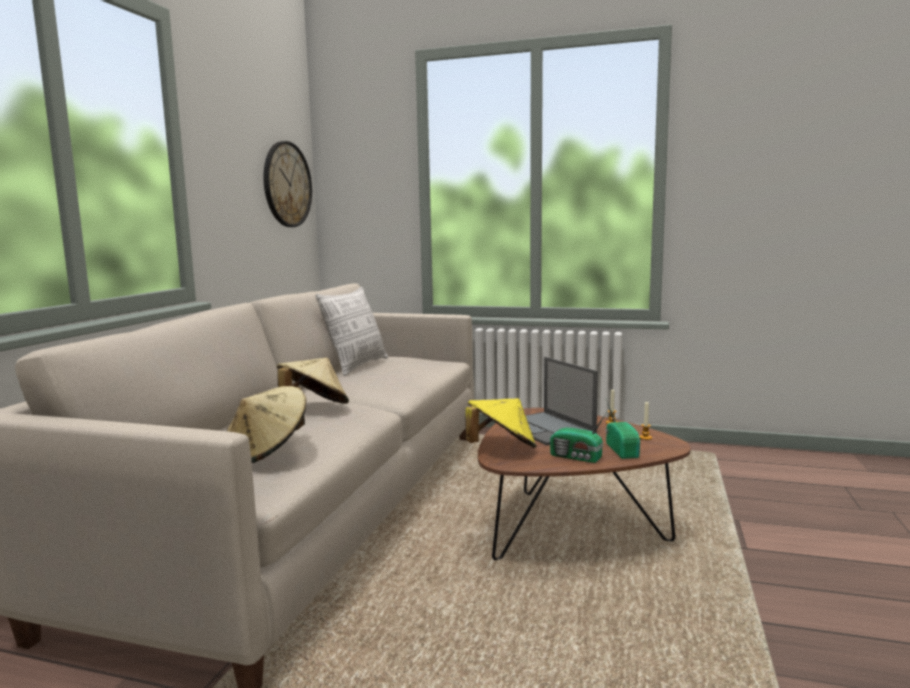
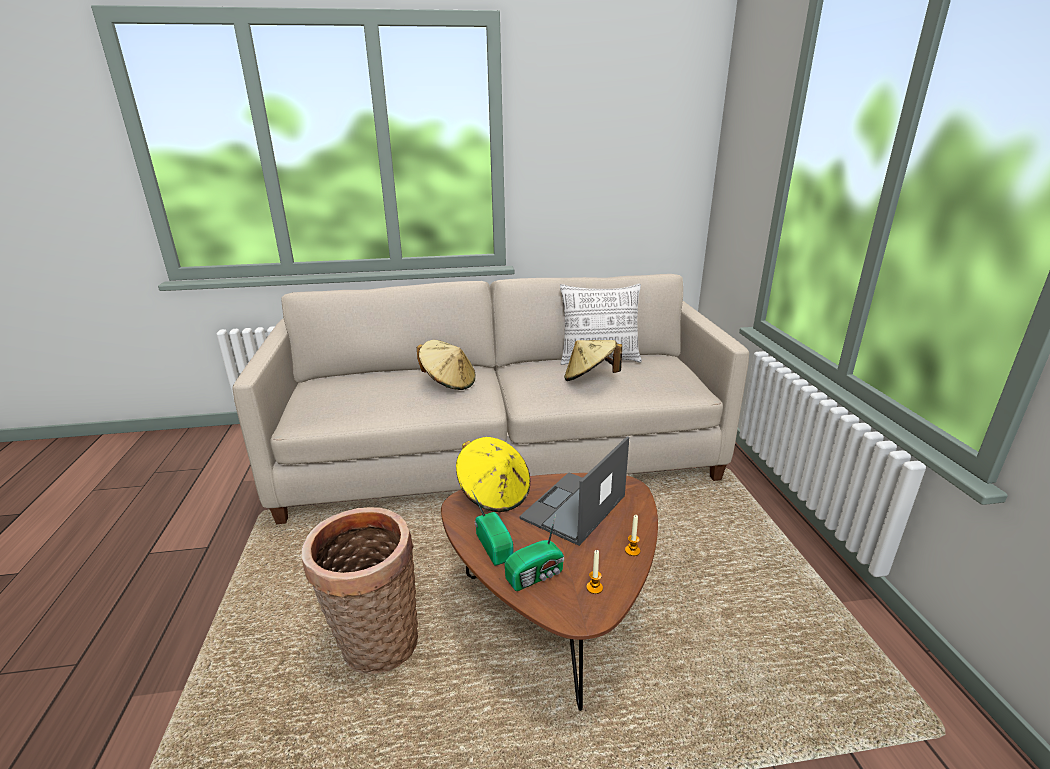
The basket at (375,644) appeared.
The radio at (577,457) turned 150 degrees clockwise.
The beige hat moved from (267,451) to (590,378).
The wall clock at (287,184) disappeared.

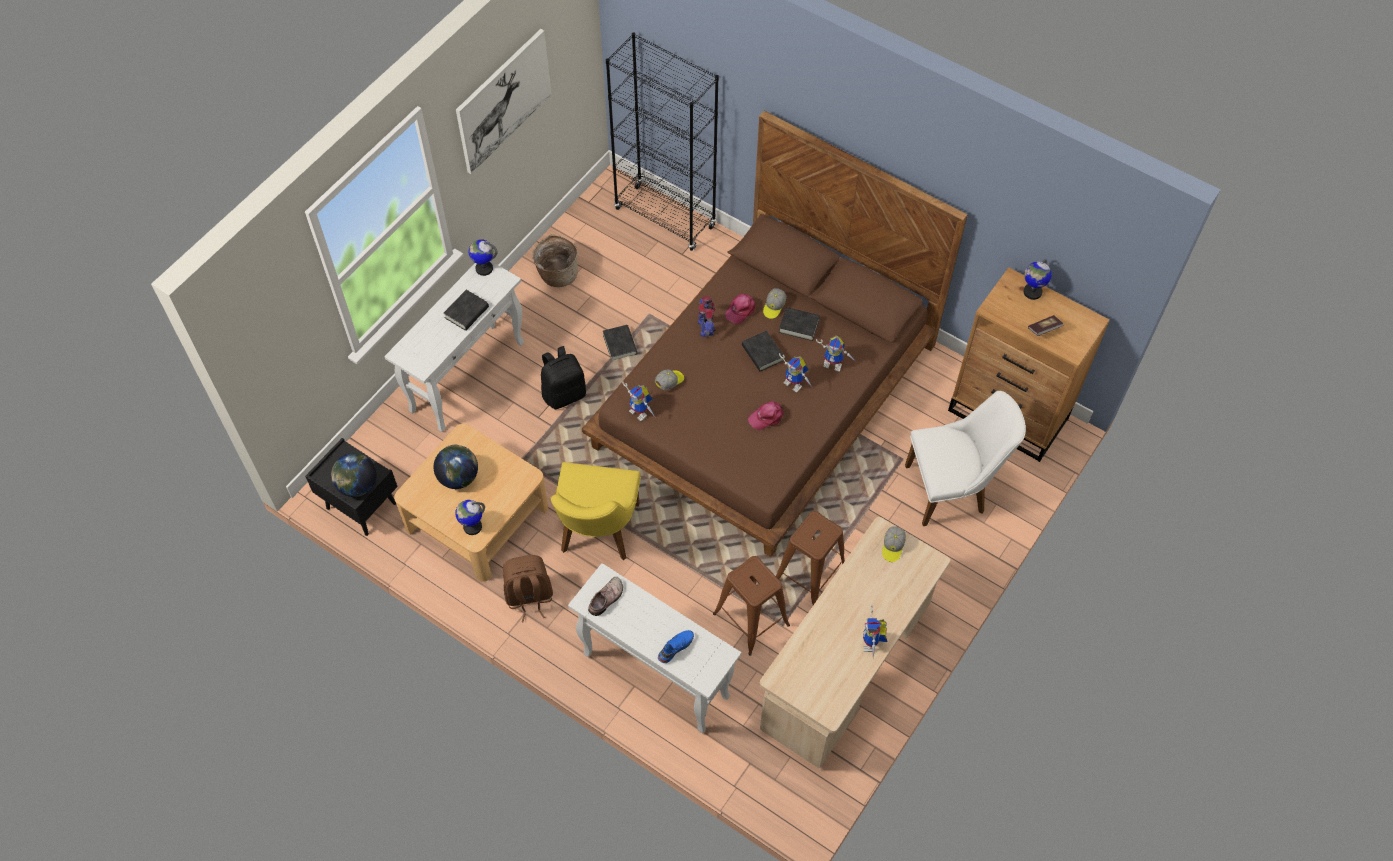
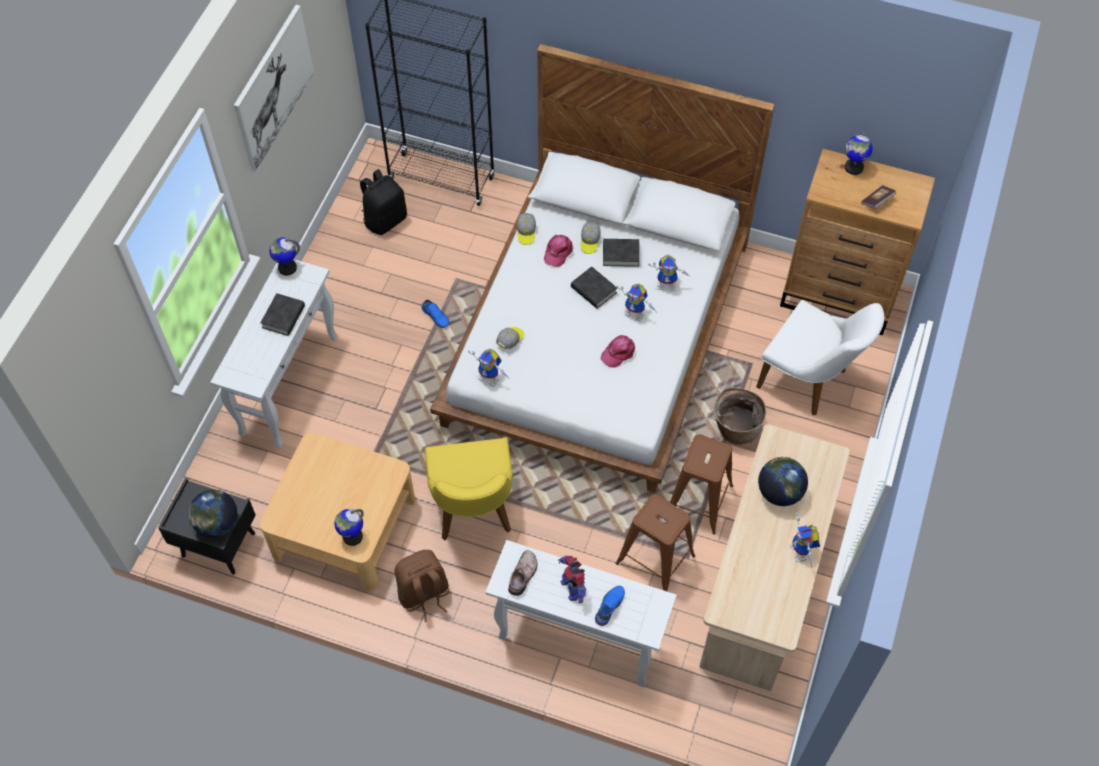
The black backpack moved from (564,393) to (385,219).
The black book at (620,345) was replaced by the blue shoe at (436,316).
The brown bed at (764,396) became the white bed at (597,333).
The cap moved from (892,546) to (526,232).
The toy robot moved from (706,327) to (573,587).
The basket moved from (557,274) to (735,428).
The white chair at (953,489) turned 60 degrees clockwise.
The globe moved from (458,478) to (779,492).

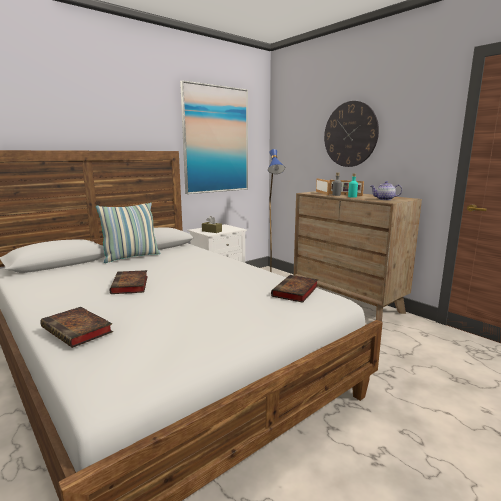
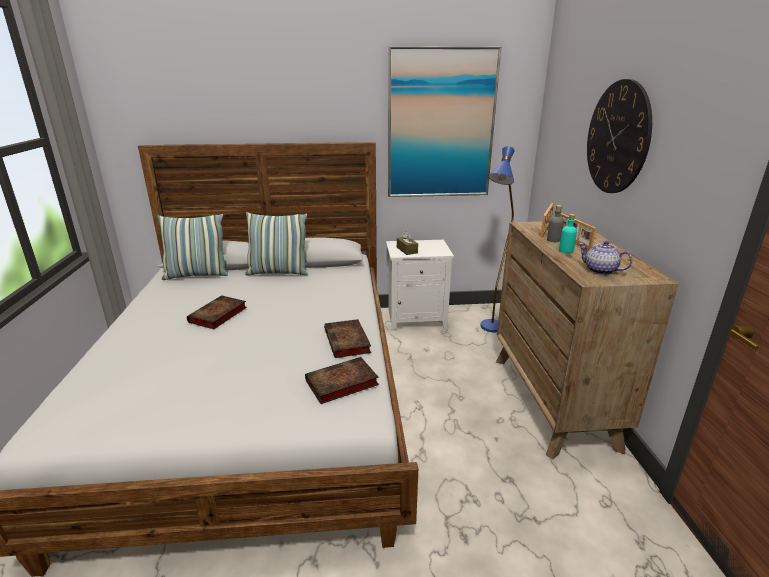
The pillow at (197,275) appeared.
The book moved from (78,330) to (348,342).

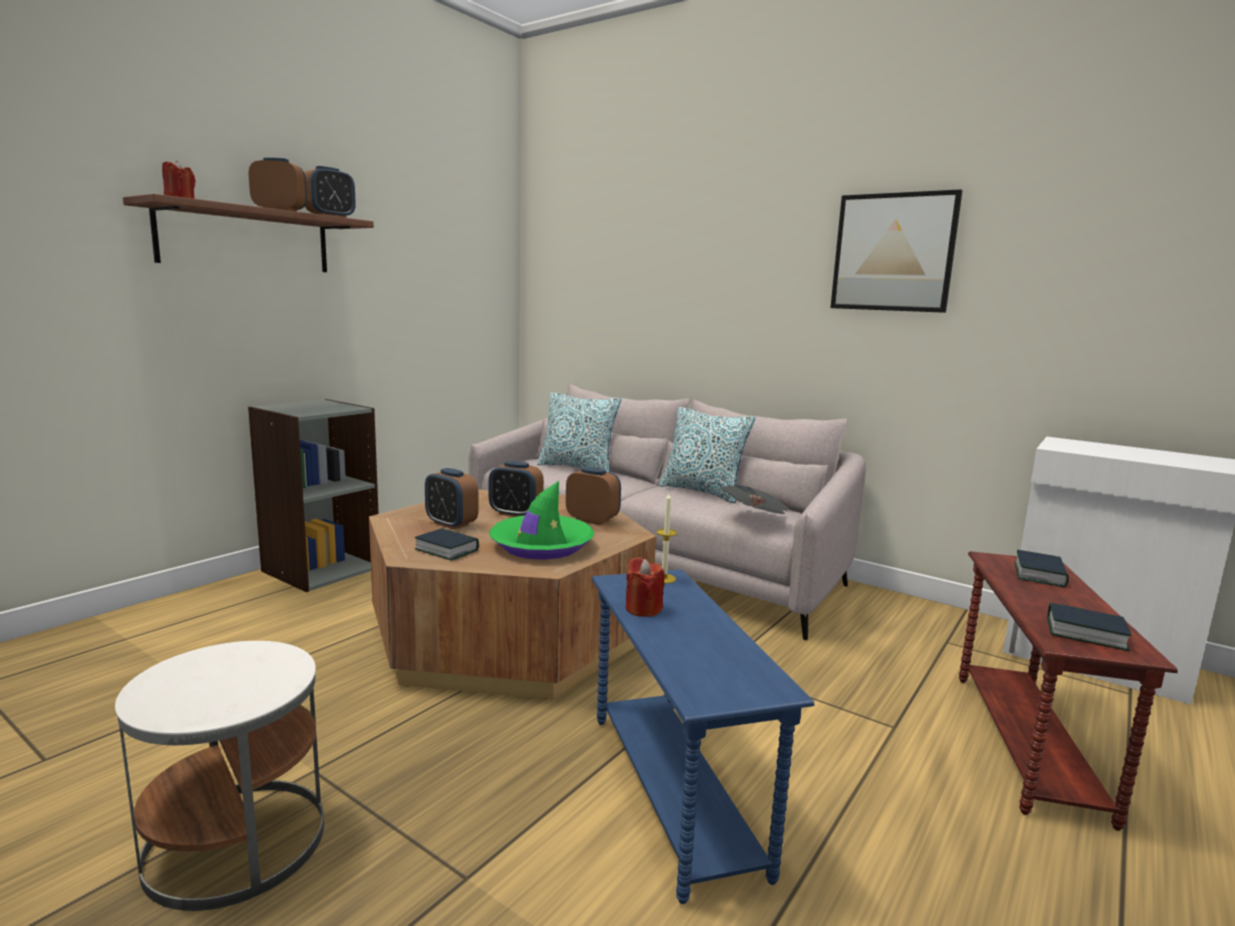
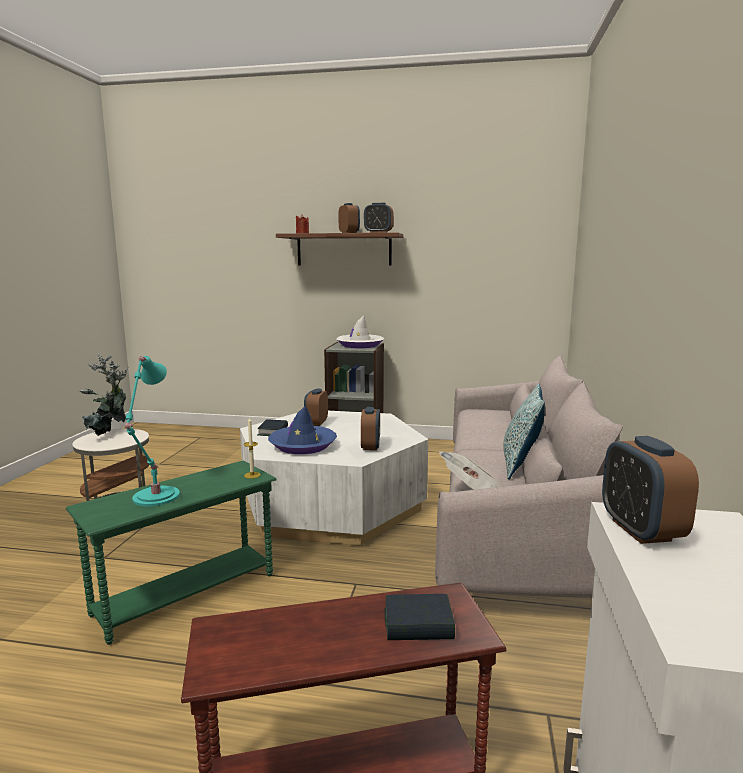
The blue side table at (672,792) became the green side table at (185,594).
The potted plant at (110,434) appeared.
The turquoise table lamp at (154,498) appeared.
The brown coffee table at (509,632) became the white coffee table at (332,504).
The green hat at (541,546) became the blue hat at (302,446).
The white hat at (360,345) appeared.
The alarm clock moved from (515,513) to (641,530).
The pillow at (577,467) disappeared.
The red candle at (643,609) disappeared.
The picture at (893,252) disappeared.
The book at (1085,633) disappeared.

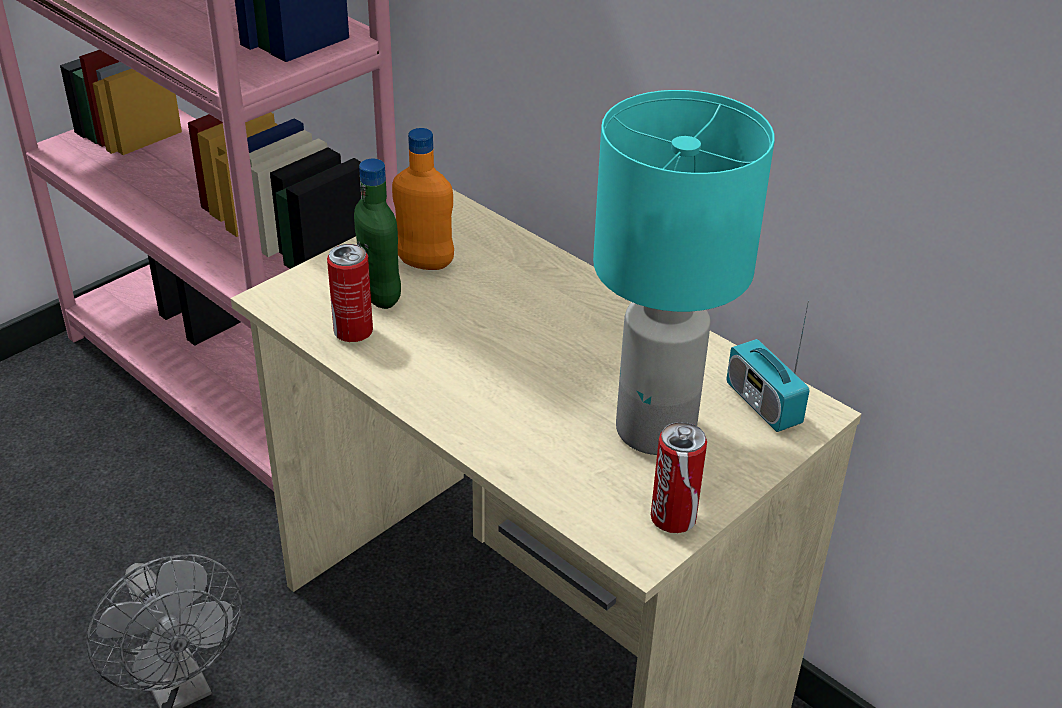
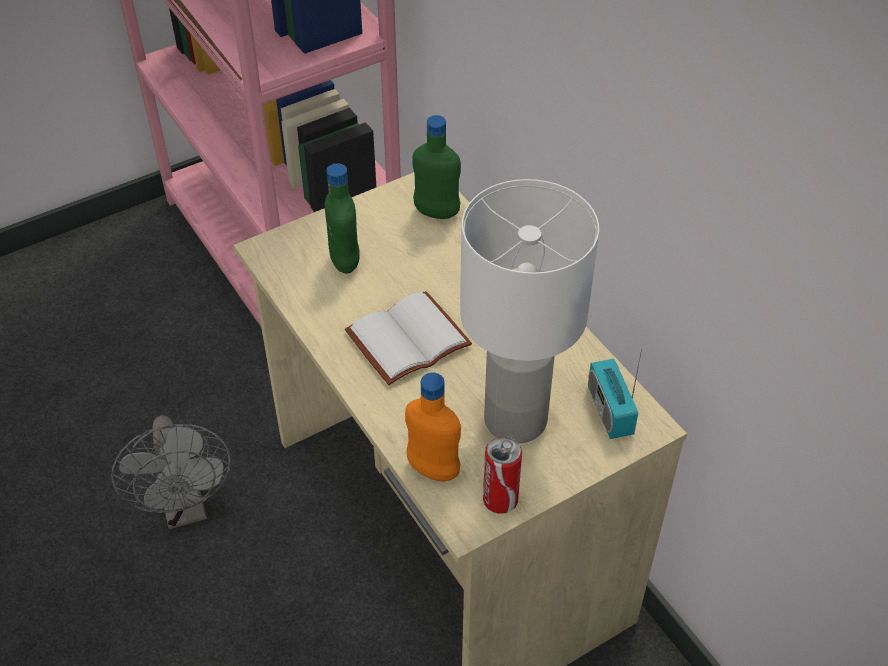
The white book at (408,337) appeared.
The orange bottle moved from (425,263) to (433,469).
The green bottle at (436,212) appeared.
The turquoise table lamp at (656,431) became the white table lamp at (515,421).
The can at (353,332) disappeared.

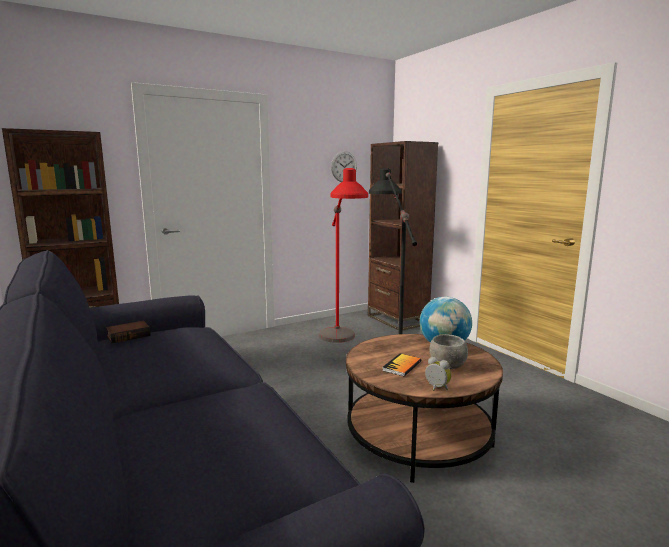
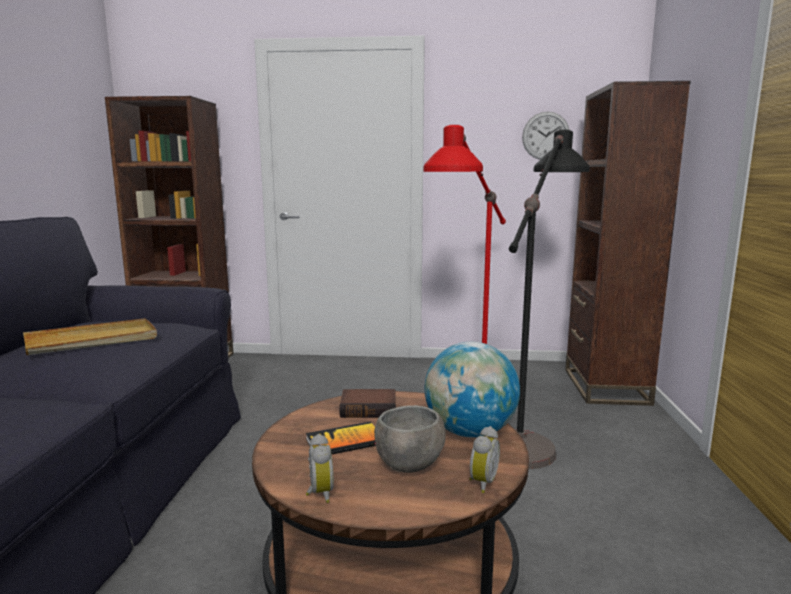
The beige tray at (92,341) appeared.
The book moved from (129,335) to (369,408).
The alarm clock at (481,482) appeared.

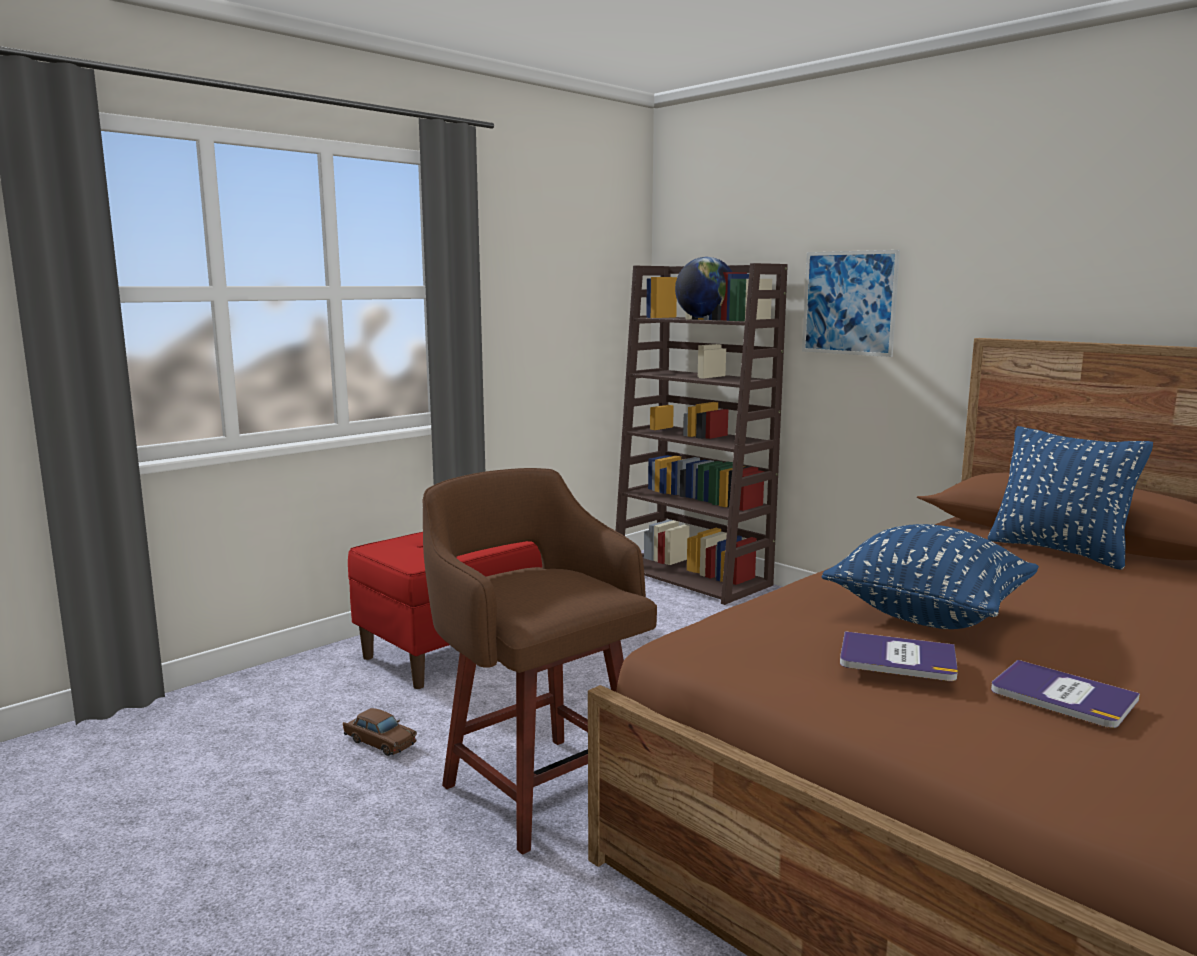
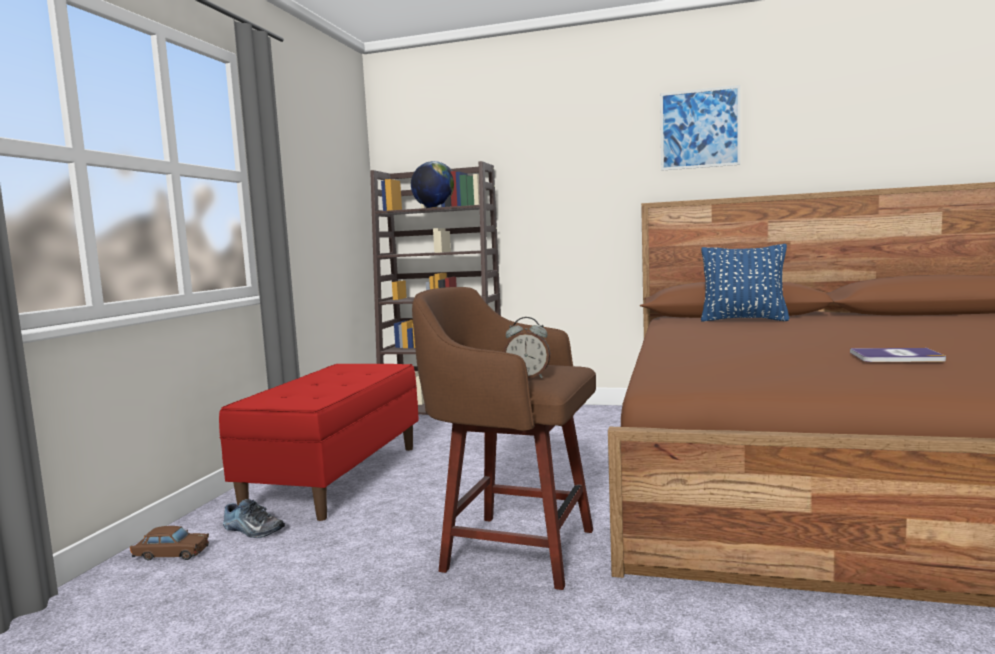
The brown toy car moved from (380,742) to (171,554).
The shoe at (252,530) appeared.
The alarm clock at (528,377) appeared.
The picture moved from (849,303) to (699,129).
The blue pillow at (928,615) disappeared.
The book at (897,658) disappeared.

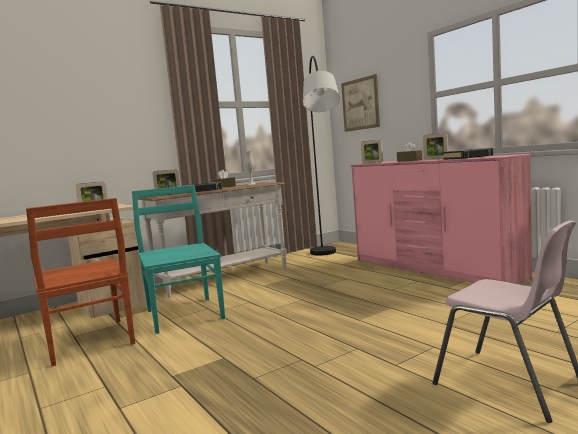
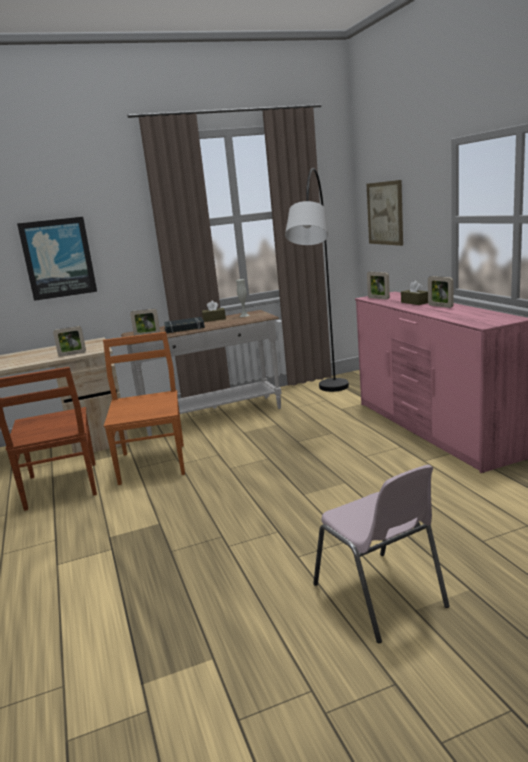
The picture at (58,258) appeared.
The turquoise chair at (184,313) became the orange chair at (153,462).
The black book at (468,157) disappeared.

